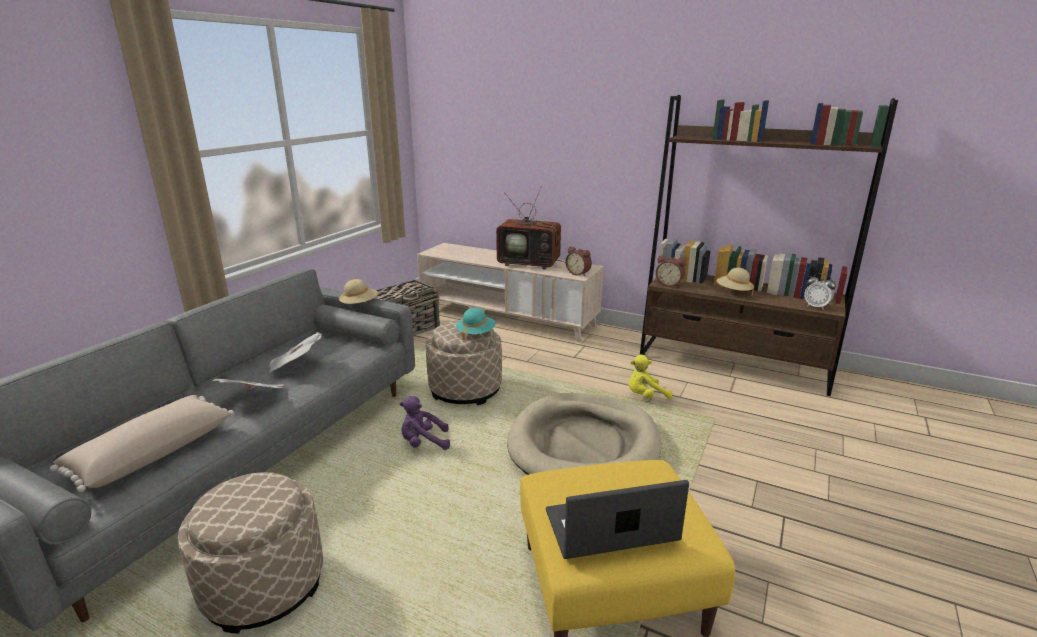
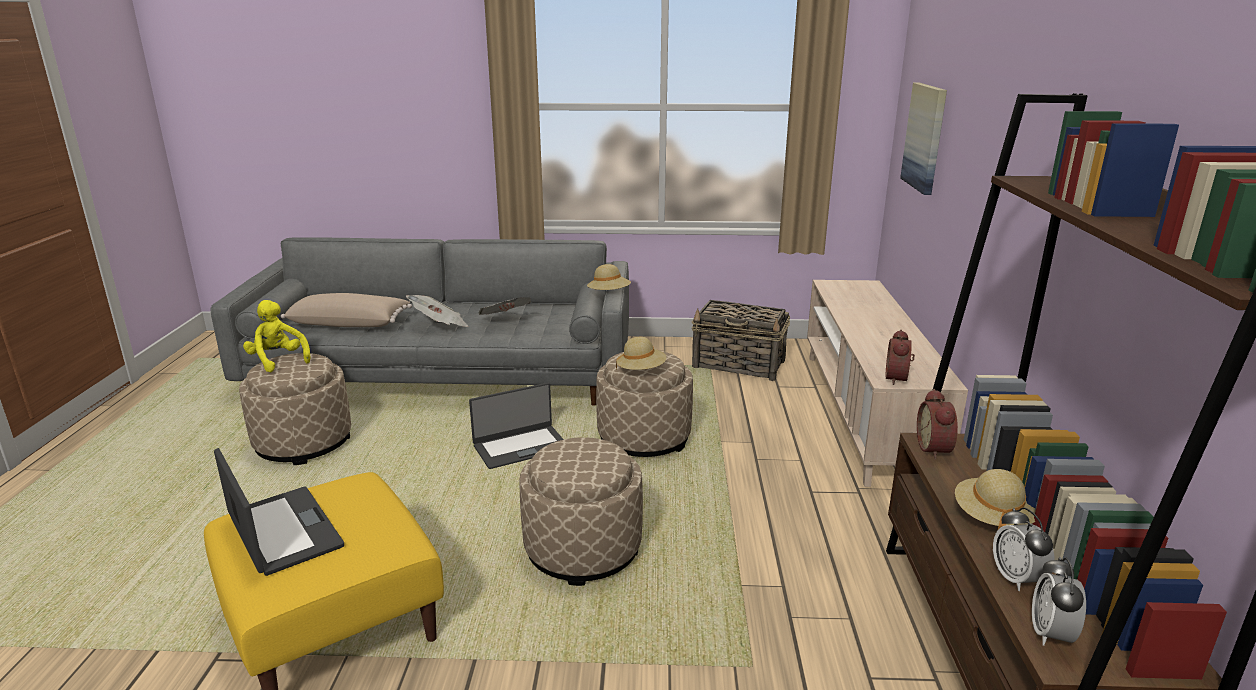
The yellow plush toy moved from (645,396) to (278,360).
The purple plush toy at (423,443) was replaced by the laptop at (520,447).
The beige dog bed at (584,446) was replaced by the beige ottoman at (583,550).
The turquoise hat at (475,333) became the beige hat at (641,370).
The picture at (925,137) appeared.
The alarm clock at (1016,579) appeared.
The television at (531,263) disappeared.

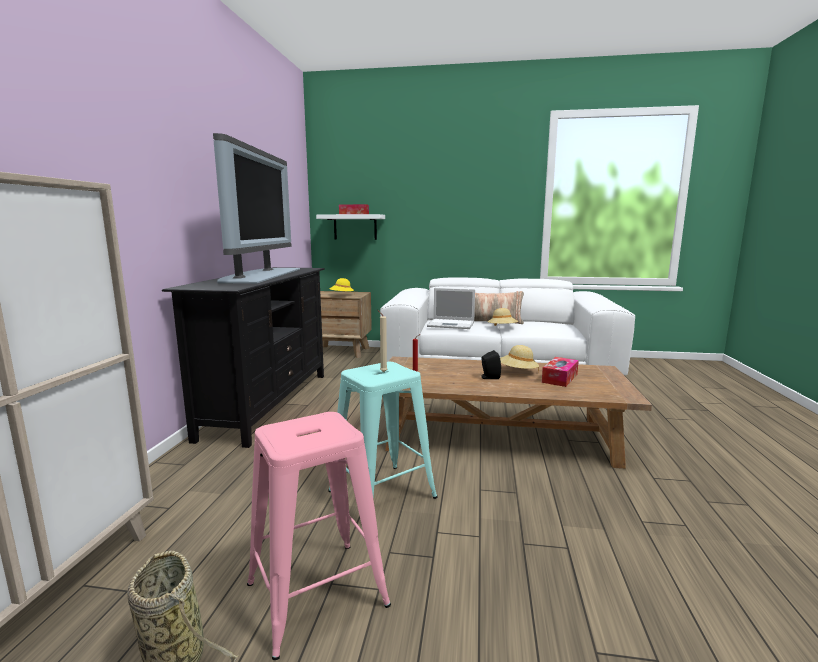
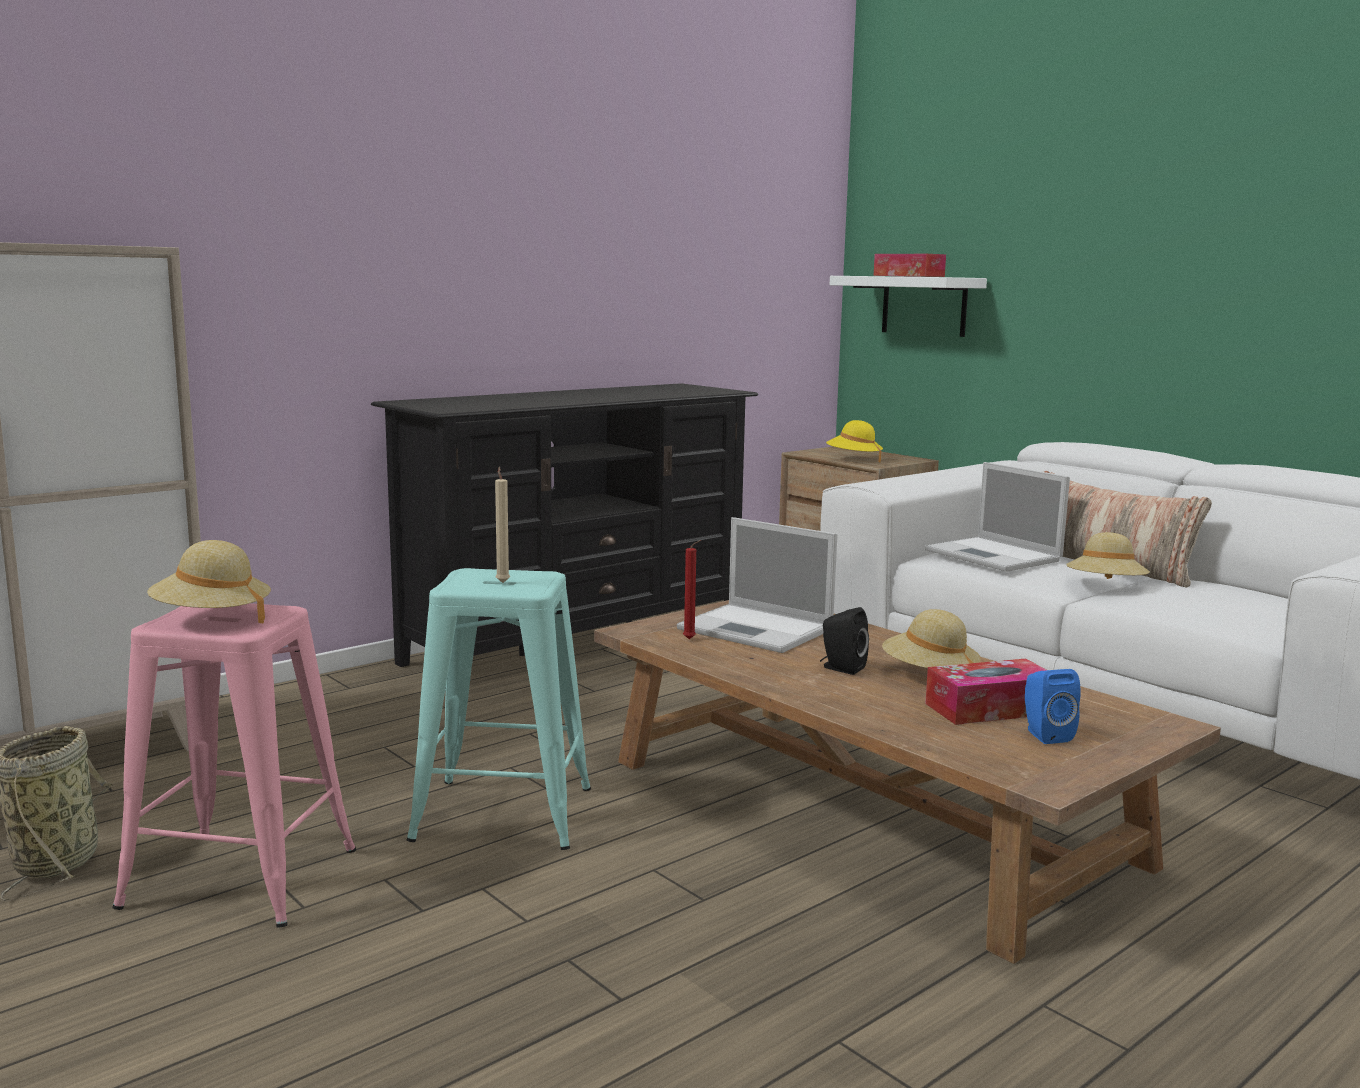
The beige hat at (212,618) appeared.
The laptop at (758,630) appeared.
The blue speaker at (1044,735) appeared.
The television at (260,275) disappeared.

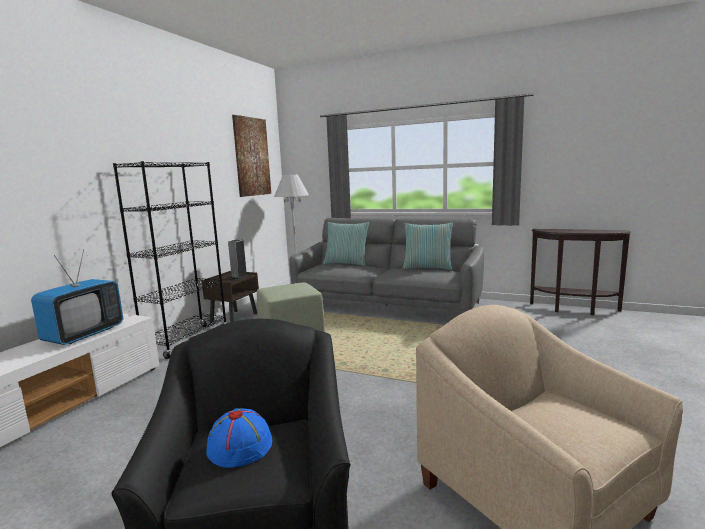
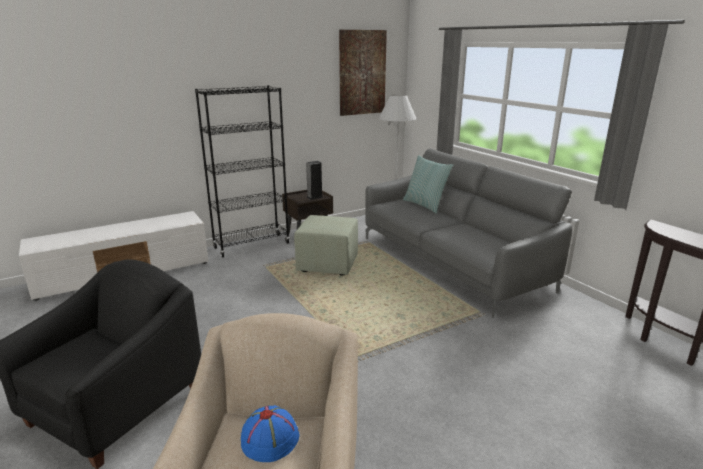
The blue hat moved from (240,446) to (270,438).
The television at (84,335) disappeared.
The pillow at (427,268) disappeared.

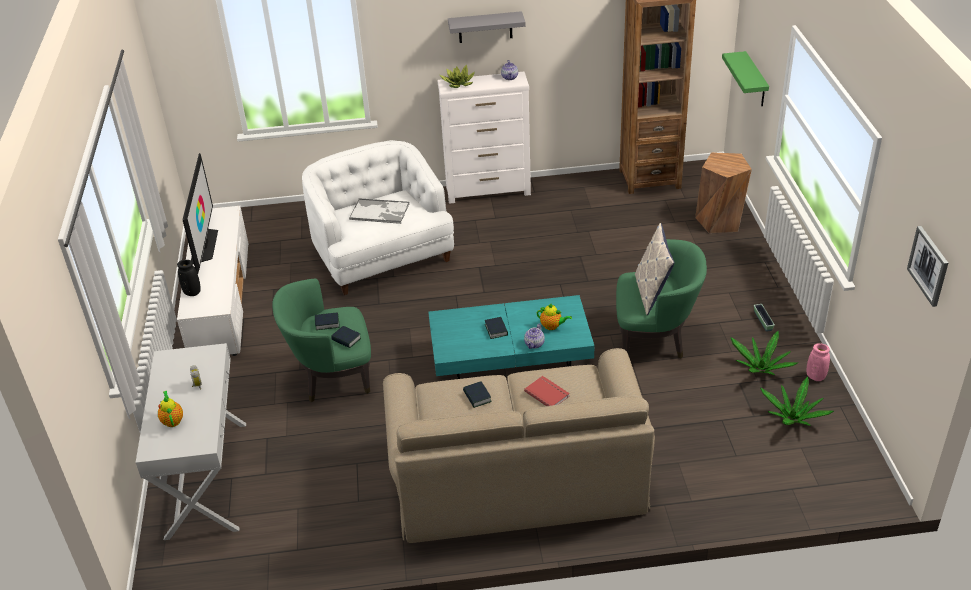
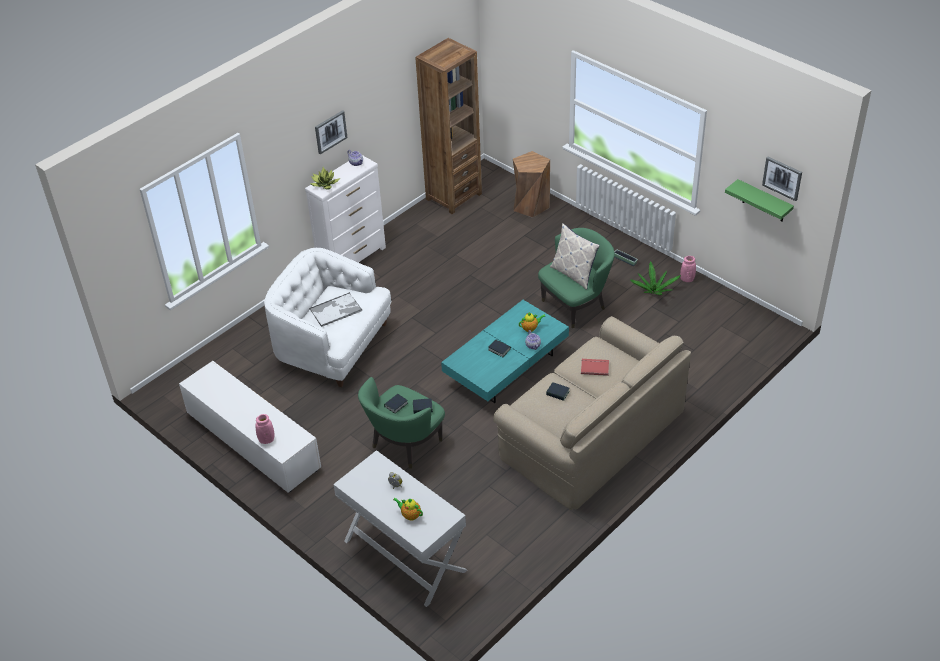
The black vase at (192,292) became the pink vase at (266,440).
The grey shelf at (485,27) was replaced by the picture at (330,131).
The green shelf moved from (755,80) to (764,201).
The television at (204,245) disappeared.
The potted plant at (793,418) disappeared.

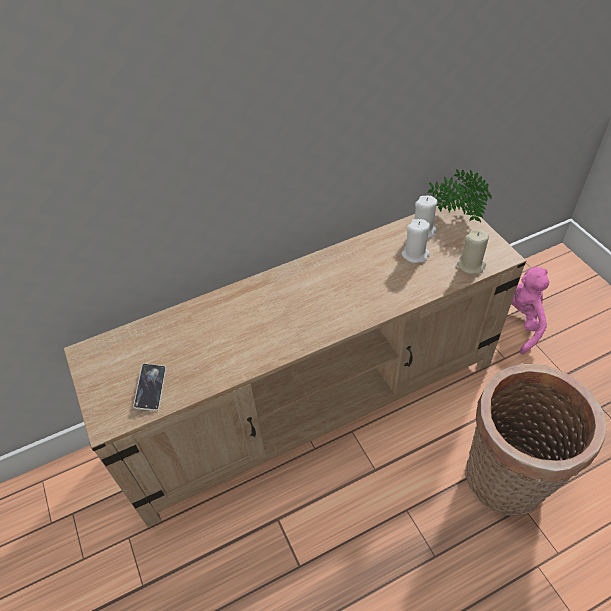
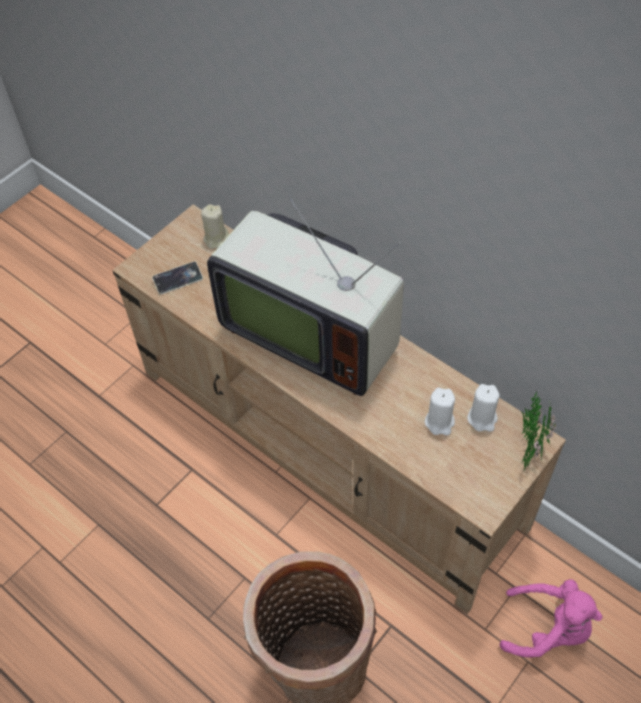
The beige candle moved from (471,265) to (216,239).
The television at (311,332) appeared.

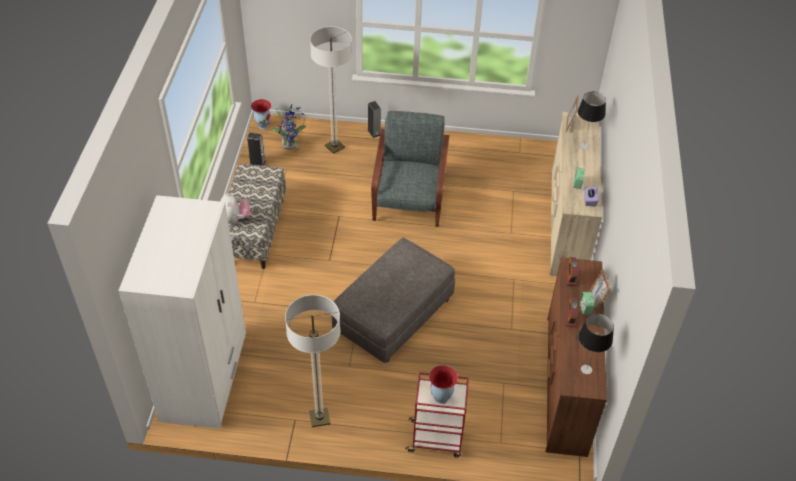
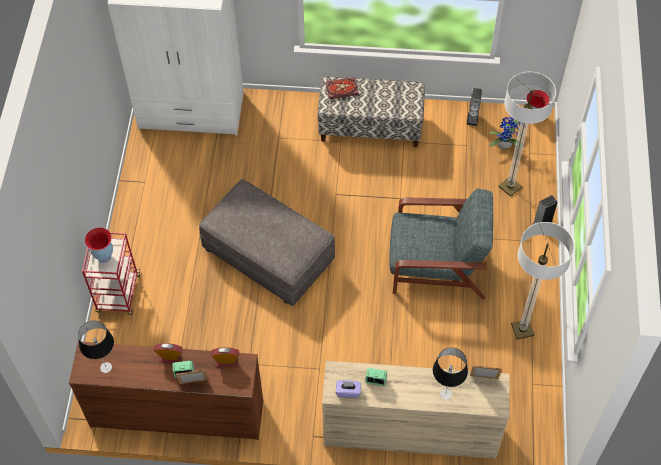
The plush toy at (235,219) was replaced by the book at (342,88).
The floor lamp moved from (319,418) to (522,330).

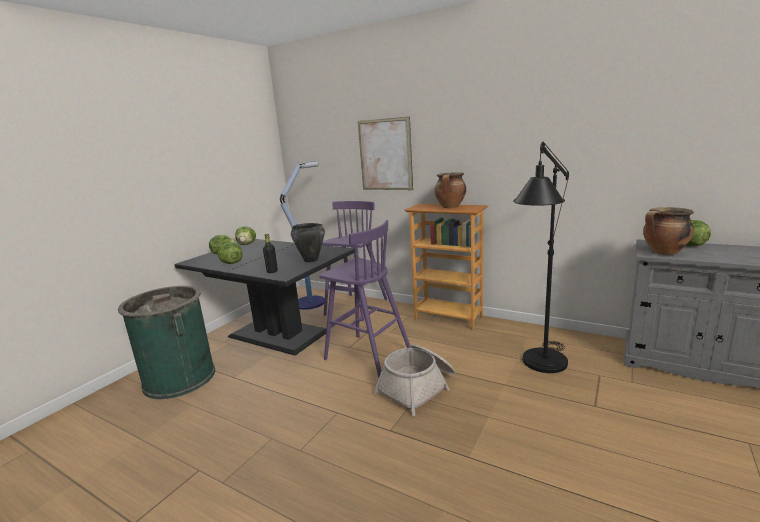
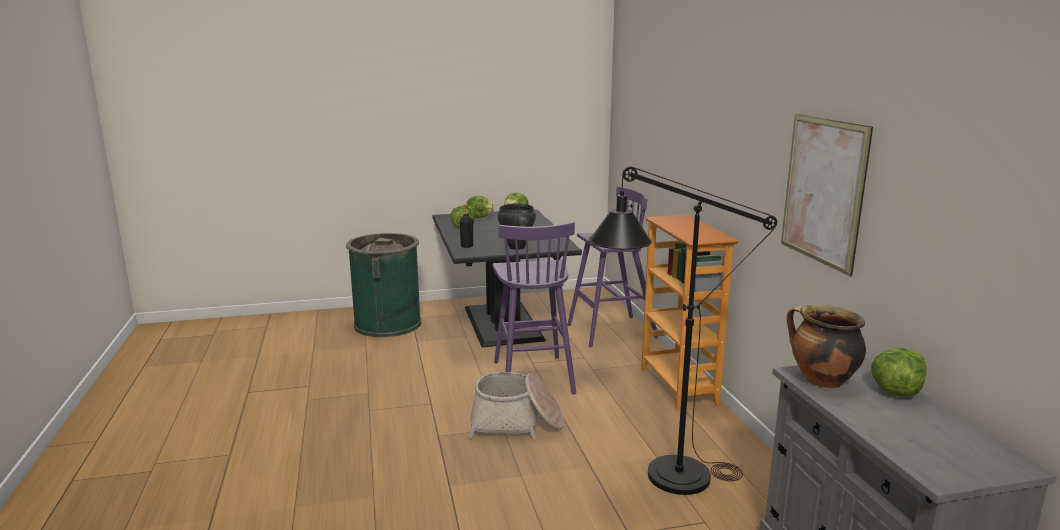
The picture moved from (385,155) to (823,191).
The floor lamp at (311,302) disappeared.
The cooking pot at (450,207) disappeared.

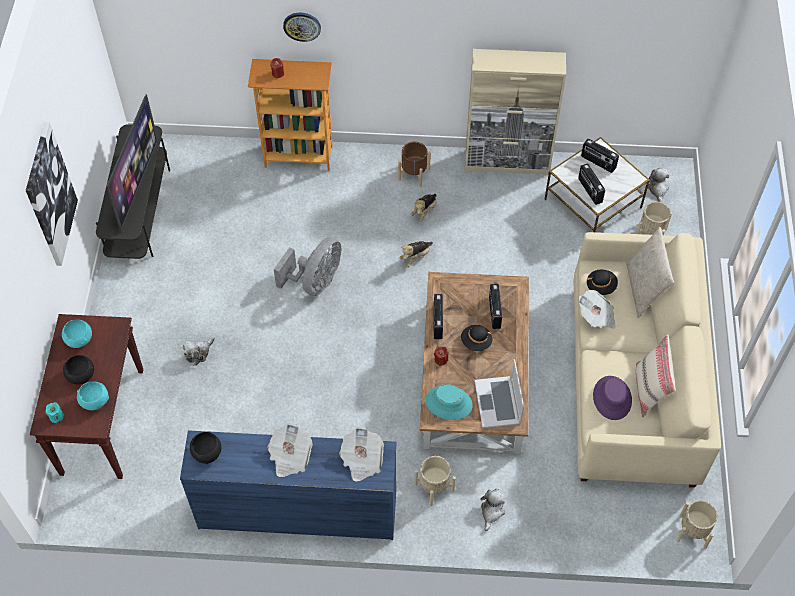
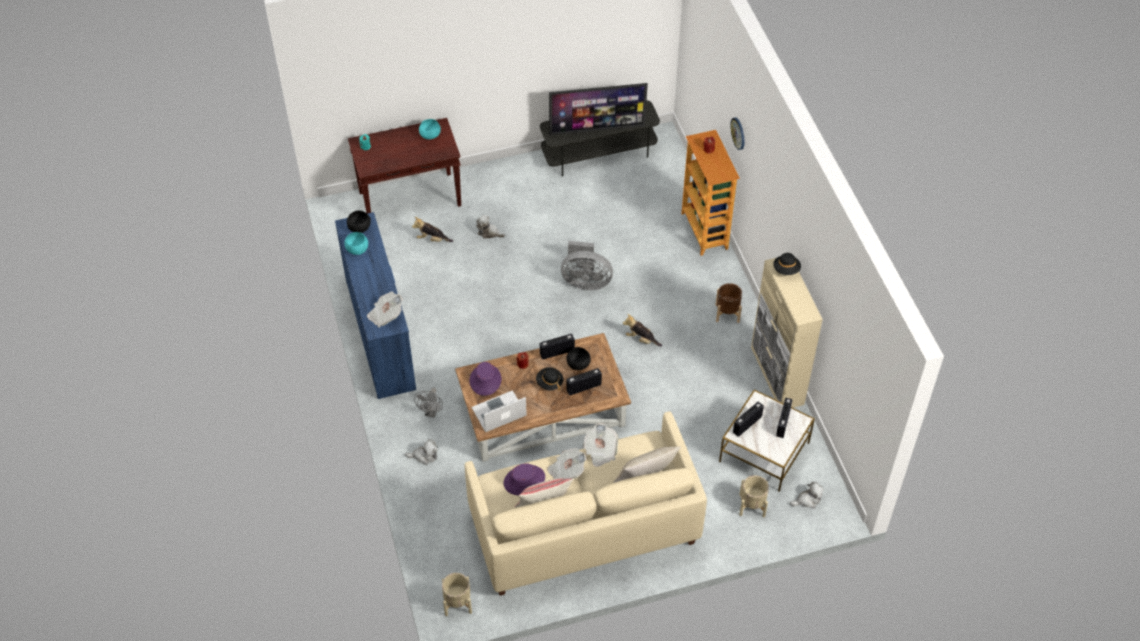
The turquoise bowl moved from (94,401) to (357,249).
The plush toy moved from (424,211) to (432,239).
The beige planter at (434,487) was replaced by the grey fan at (431,412).
The turquoise hat at (448,403) became the purple hat at (485,380).
The newspaper moved from (290,457) to (566,471).
The black bowl moved from (81,375) to (578,364).
The black hat moved from (601,286) to (786,269).
The picture at (50,195) disappeared.

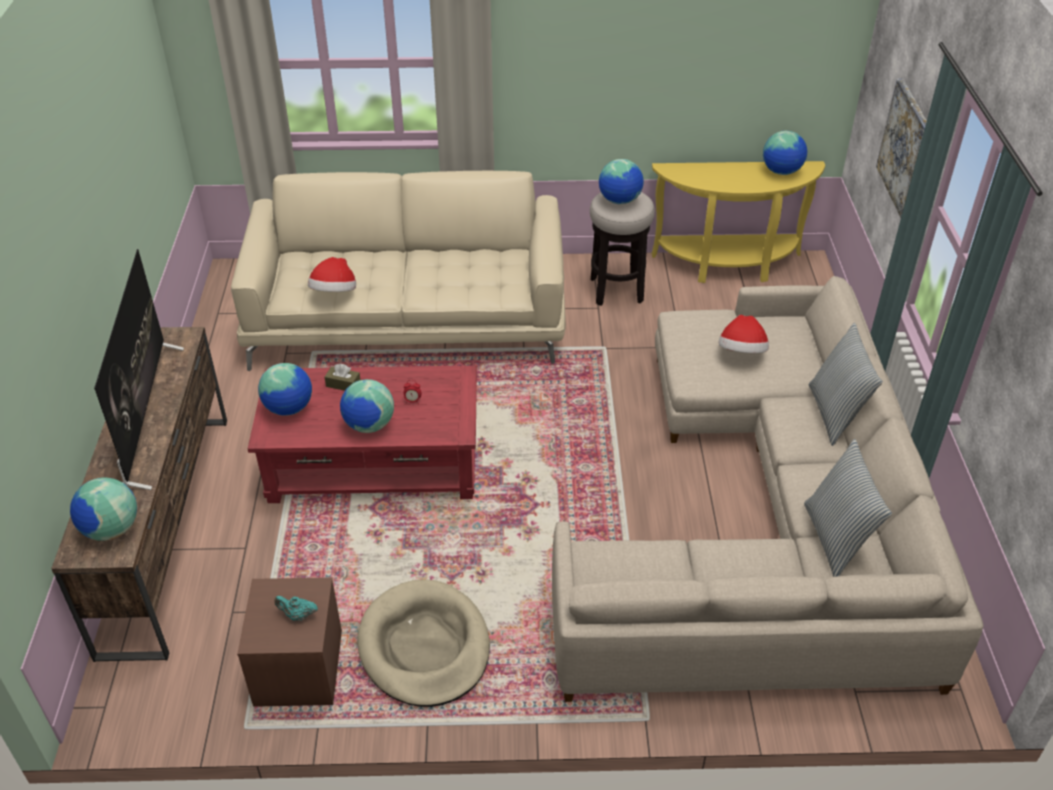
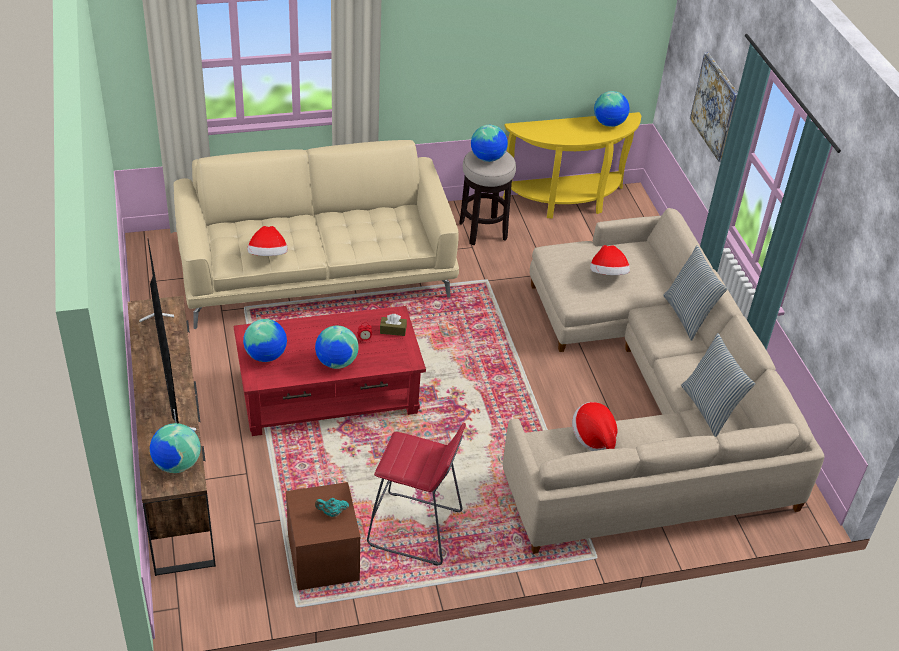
The beige dog bed at (424,647) was replaced by the red stool at (415,529).
The brown tissue box moved from (343,384) to (393,330).
The hat at (593,437) appeared.

